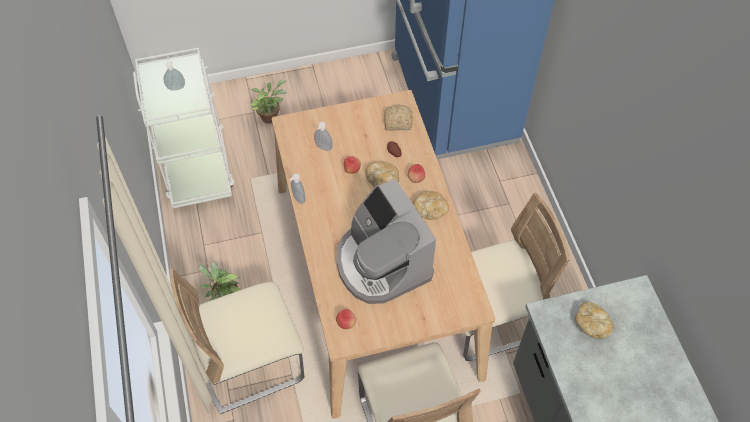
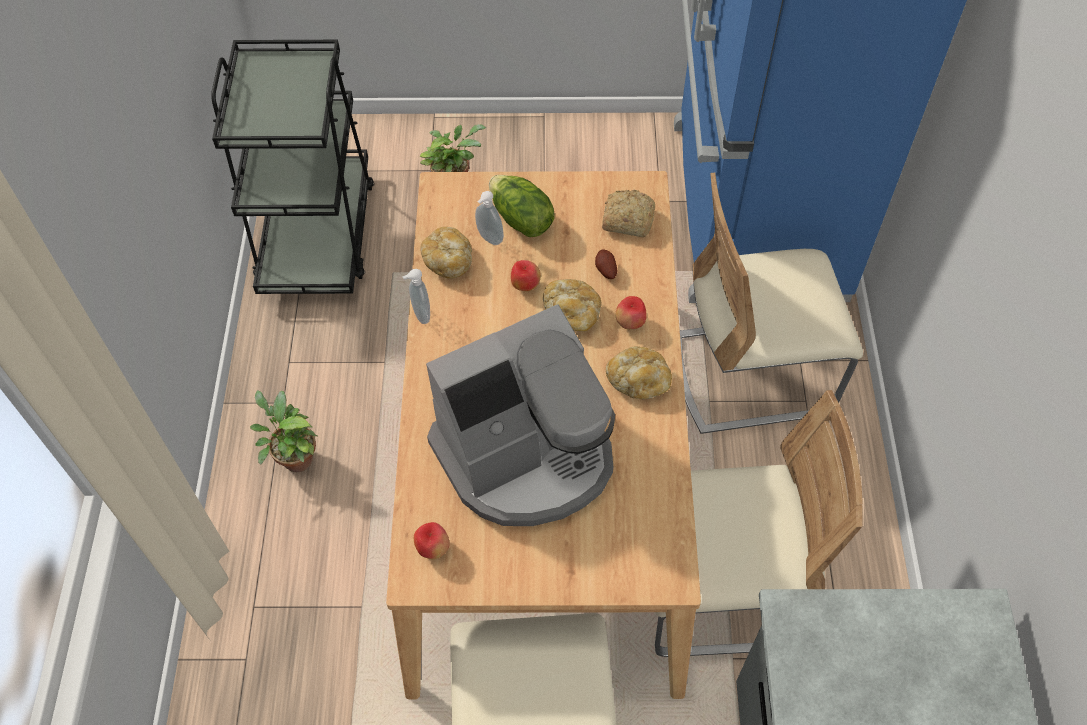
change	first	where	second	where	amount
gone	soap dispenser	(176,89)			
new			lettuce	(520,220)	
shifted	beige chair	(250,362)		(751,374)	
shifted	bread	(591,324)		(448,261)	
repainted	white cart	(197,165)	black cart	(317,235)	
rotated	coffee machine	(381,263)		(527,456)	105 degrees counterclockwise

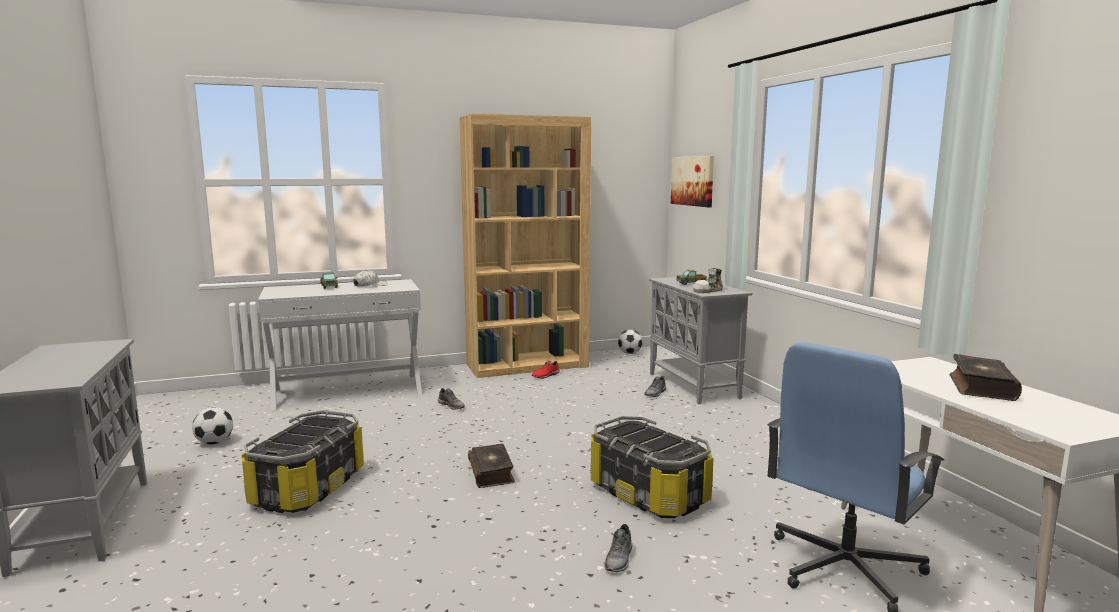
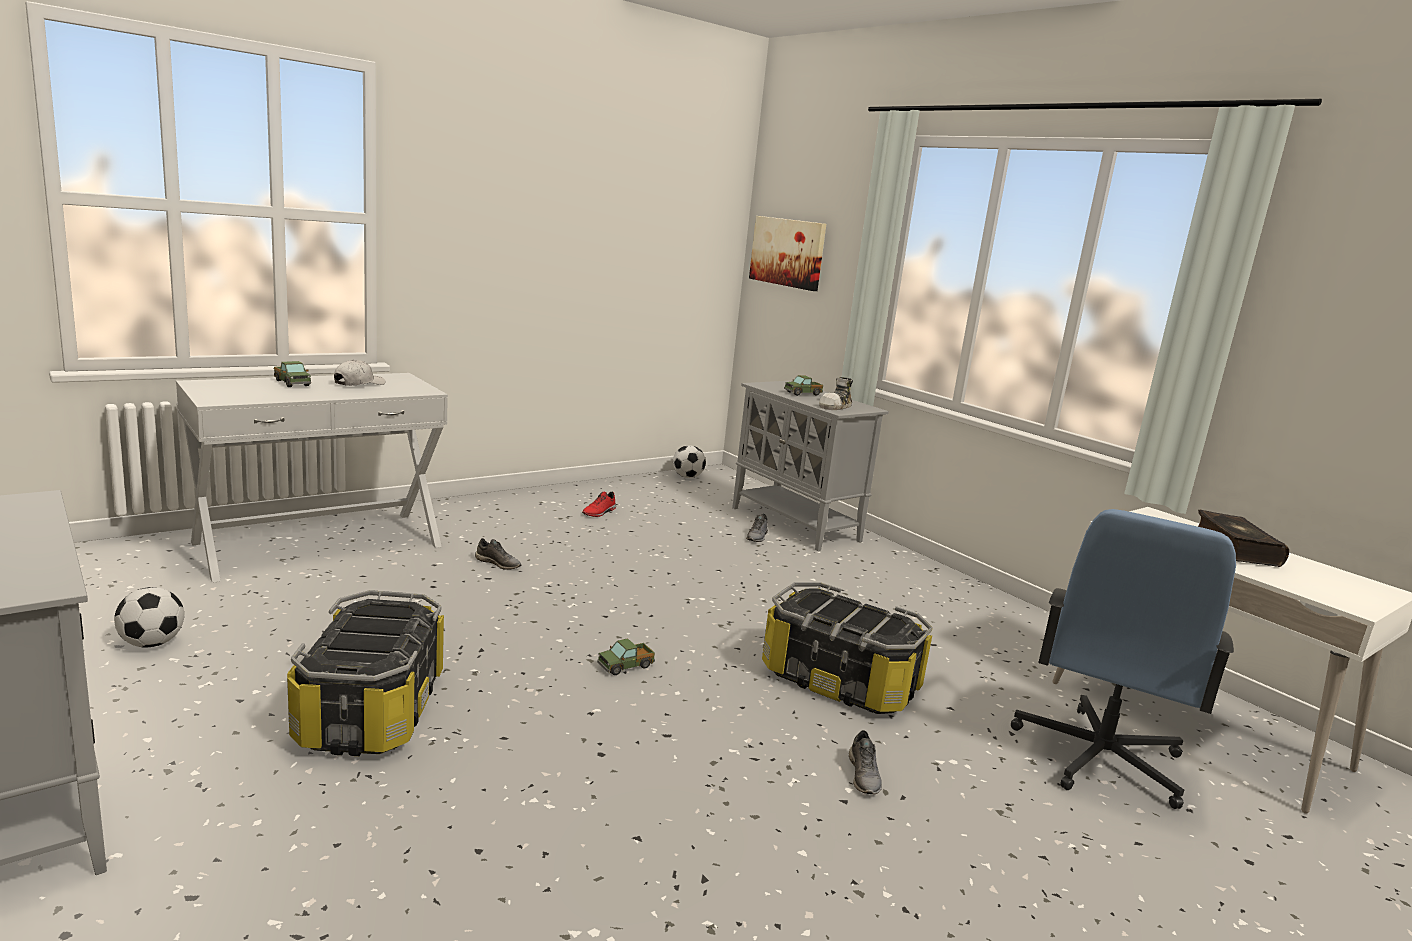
change	first	where	second	where	amount
gone	brown bookcase	(527,365)			
swapped	book	(492,473)	toy truck	(625,666)	

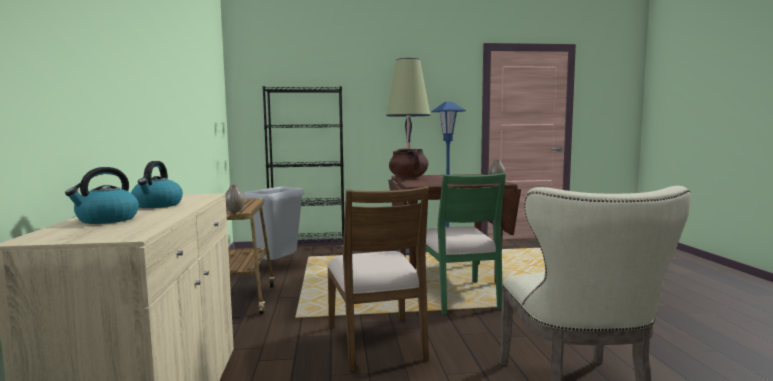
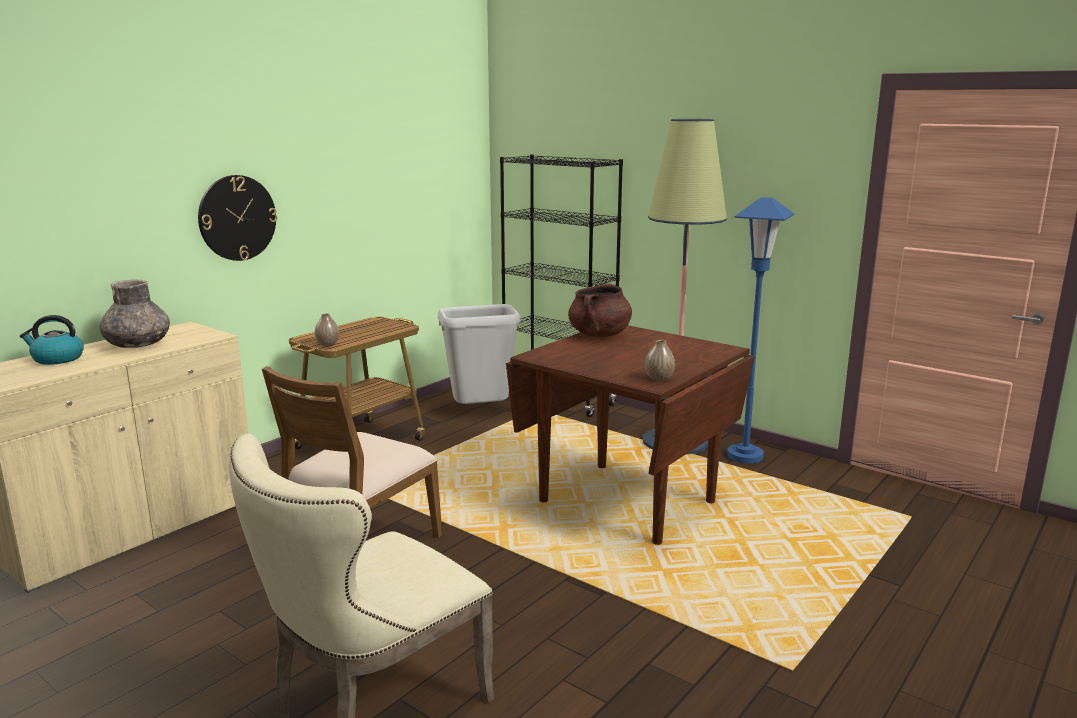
change	first	where	second	where	amount
gone	green chair	(459,297)			
new			wall clock	(237,218)	
swapped	kettle	(157,205)	grey vase	(138,345)	

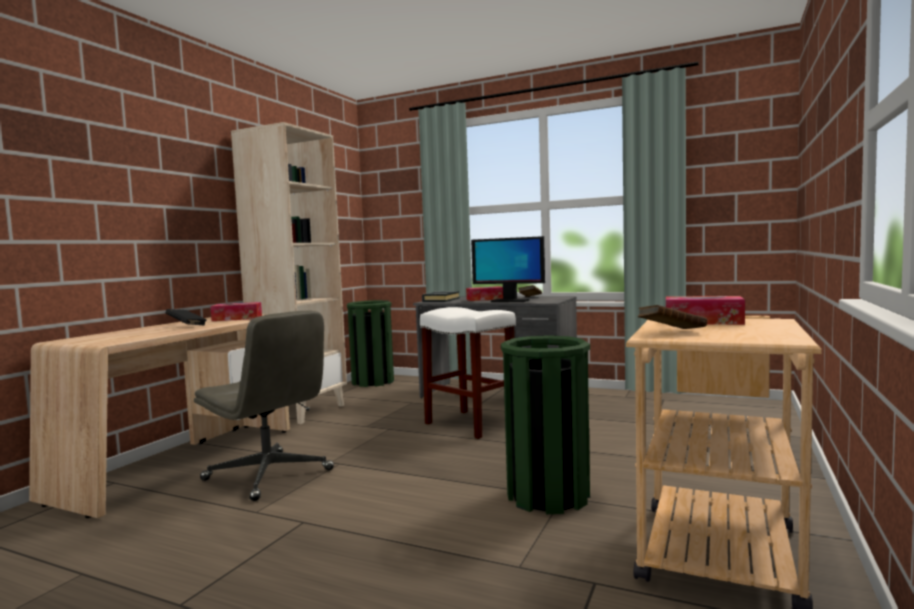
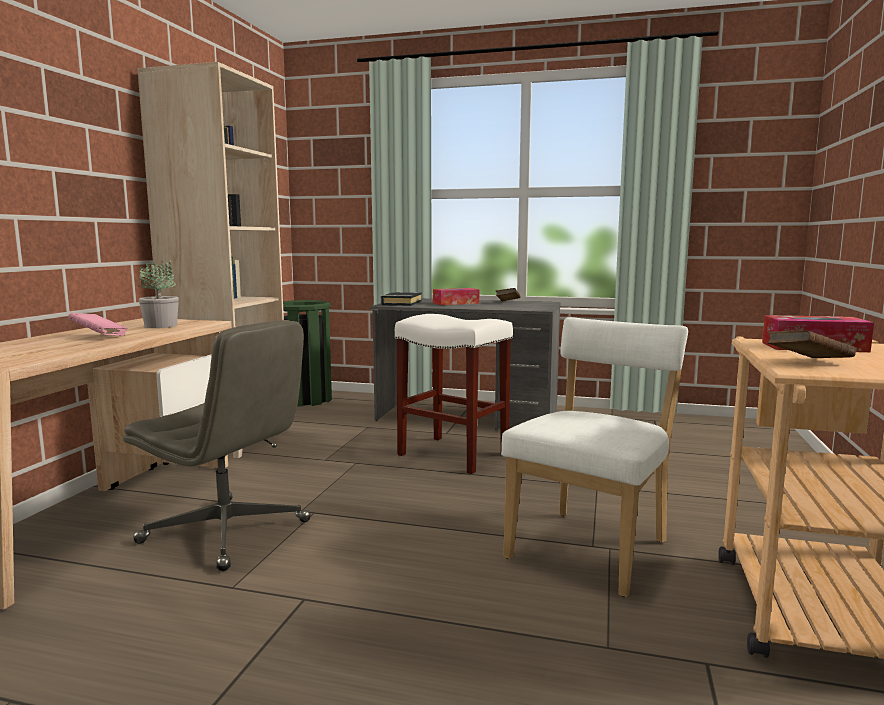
change	first	where	second	where	amount
gone	monitor	(509,301)			
swapped	tissue box	(237,318)	potted plant	(161,326)	
swapped	green trash can	(548,495)	white chair	(592,547)	
repainted	black book	(187,326)	pink book	(99,336)	

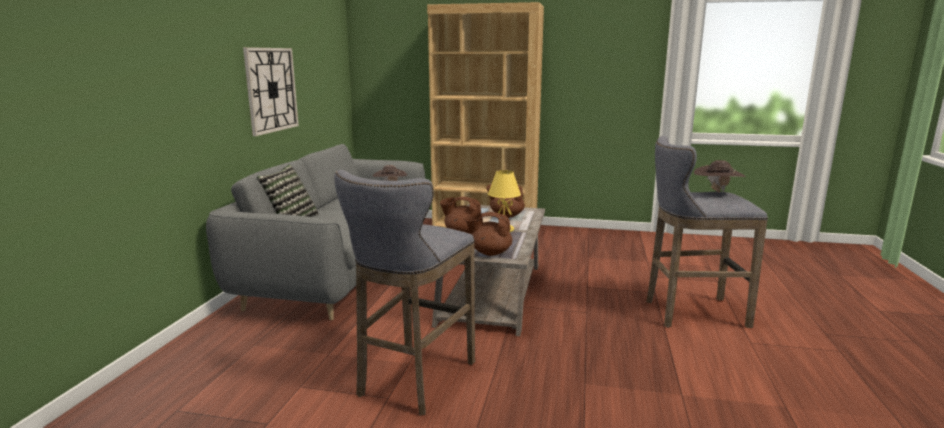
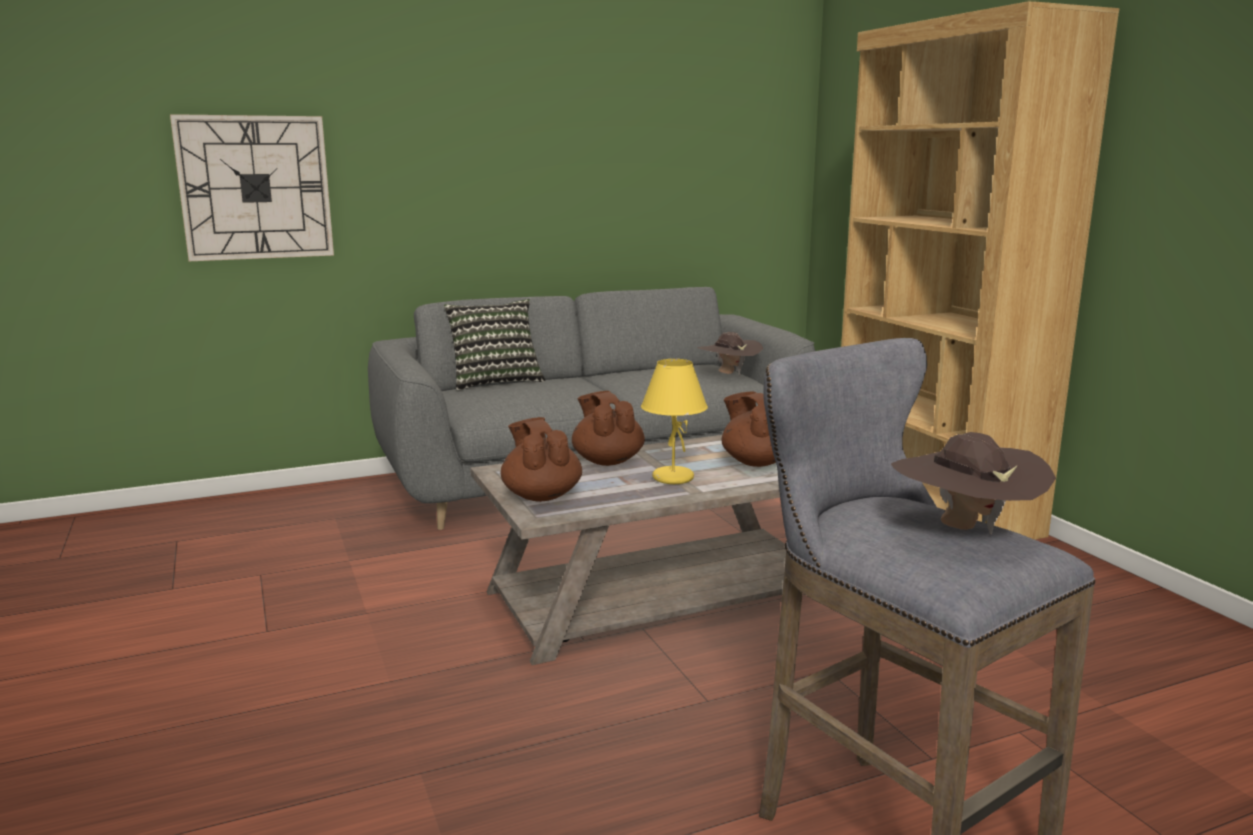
change	first	where	second	where	amount
gone	grey stool	(413,381)			
shifted	wall clock	(271,90)		(255,188)	

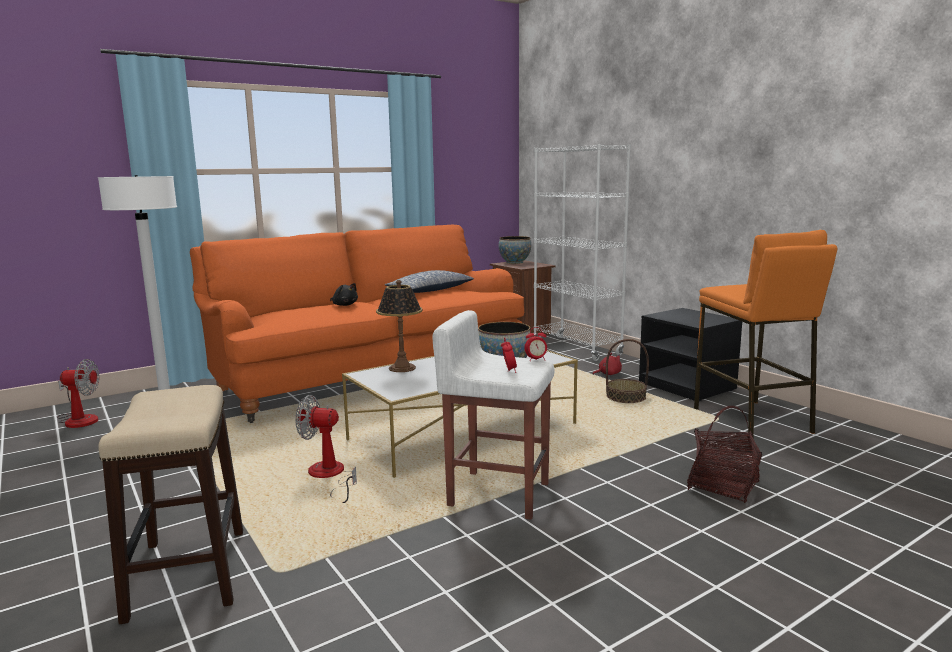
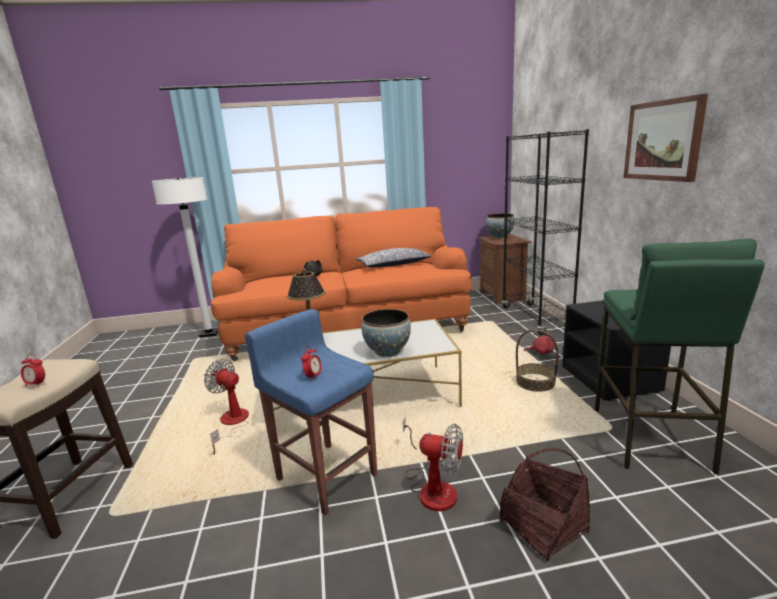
change	first	where	second	where	amount
new			picture	(663,140)	
shifted	fan	(79,419)		(432,487)	
shifted	alarm clock	(536,360)		(37,384)	
repainted	white stool	(497,494)	blue stool	(326,476)	
repainted	white bookcase	(576,348)	black bookcase	(535,319)	
repainted	orange stool	(751,420)	green stool	(650,438)	

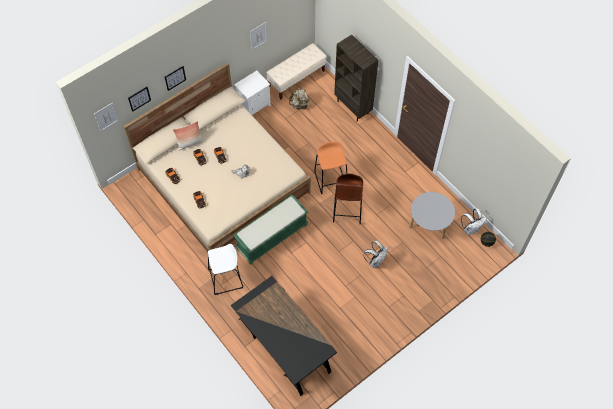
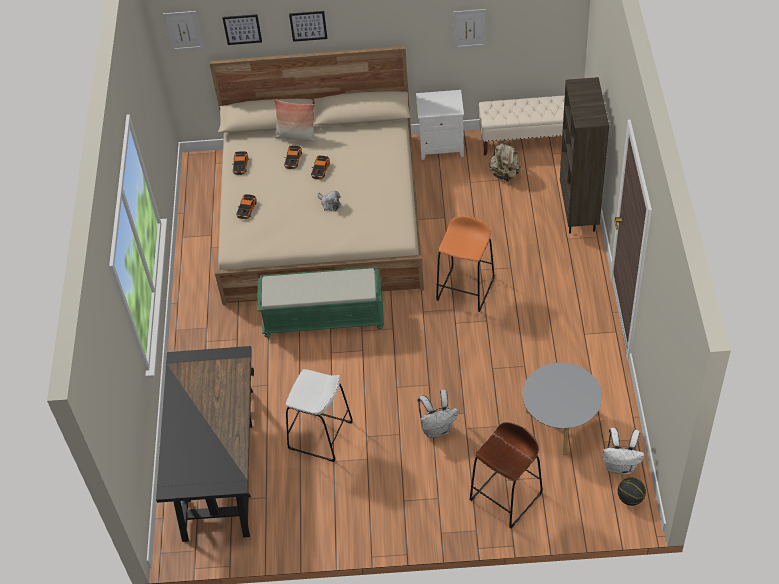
change	first	where	second	where	amount
shifted	white stool	(226,278)		(320,435)	
shifted	brown stool	(347,211)		(506,496)	

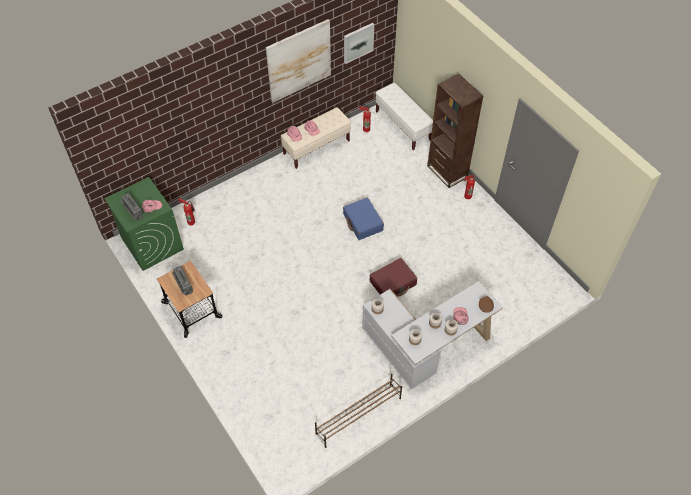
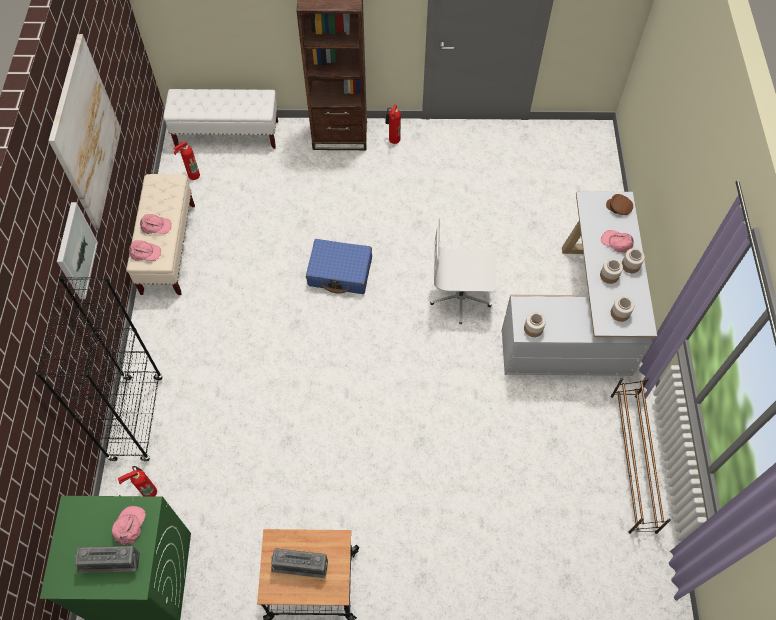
change	first	where	second	where	amount
new			black bookcase	(137,418)	
shifted	picture	(358,42)		(75,251)	
swapped	red suitcase	(393,283)	white office chair	(461,297)	

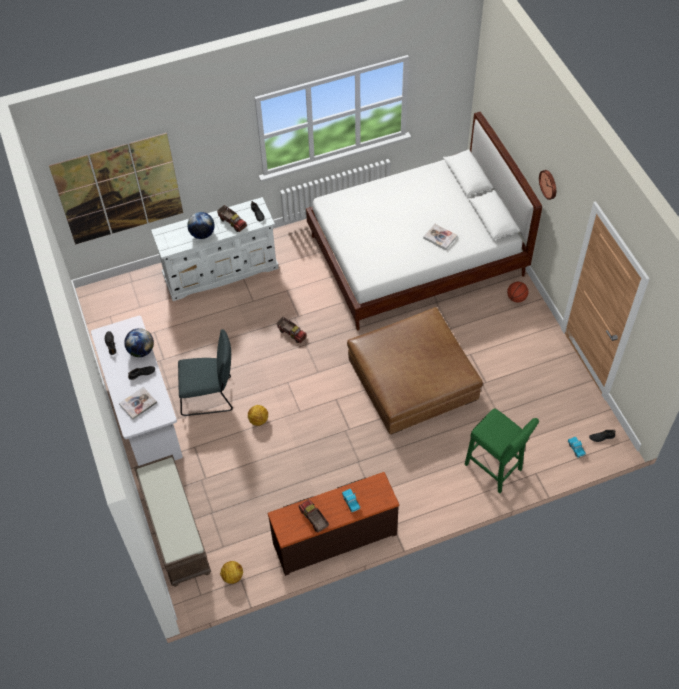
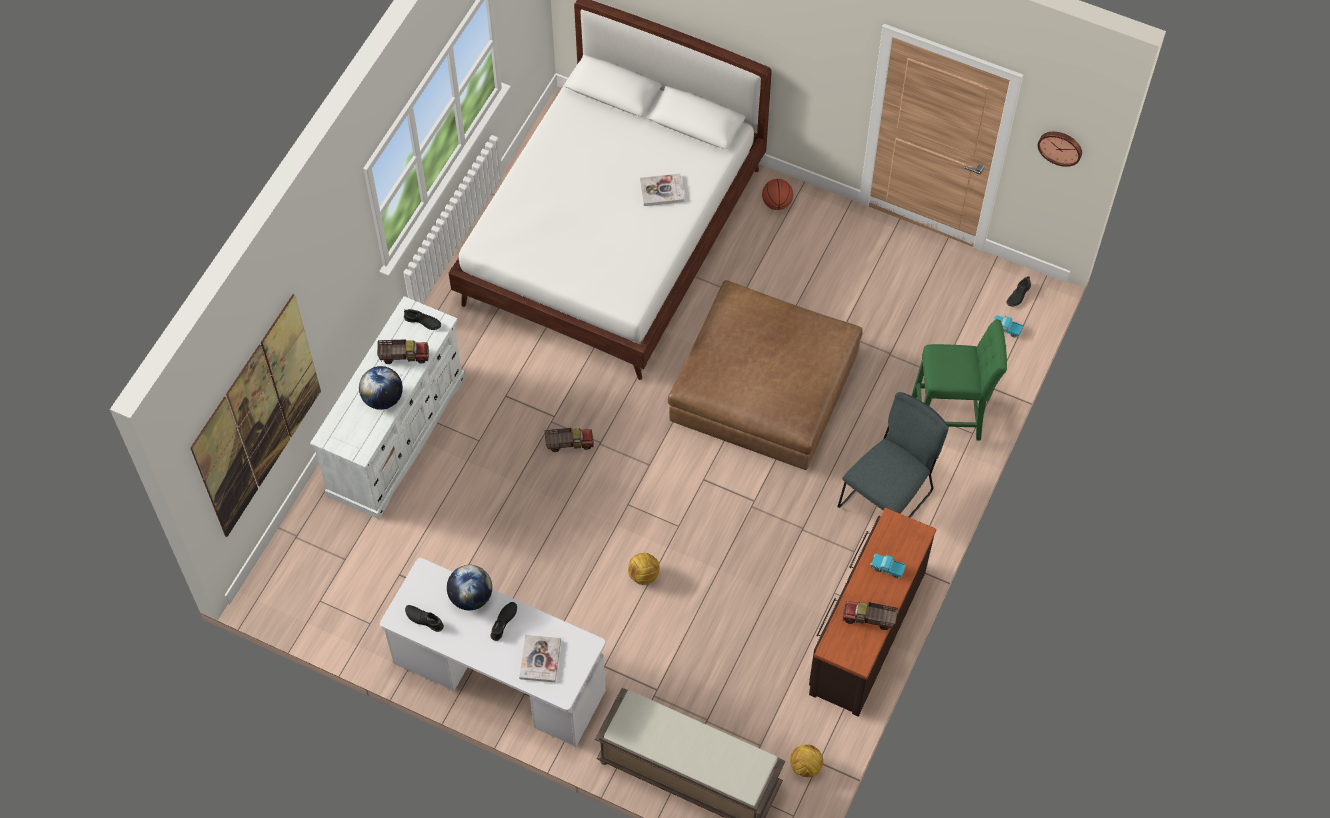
change	first	where	second	where	amount
shifted	grey chair	(209,396)		(888,497)	
shifted	wall clock	(549,184)		(1060,147)	

